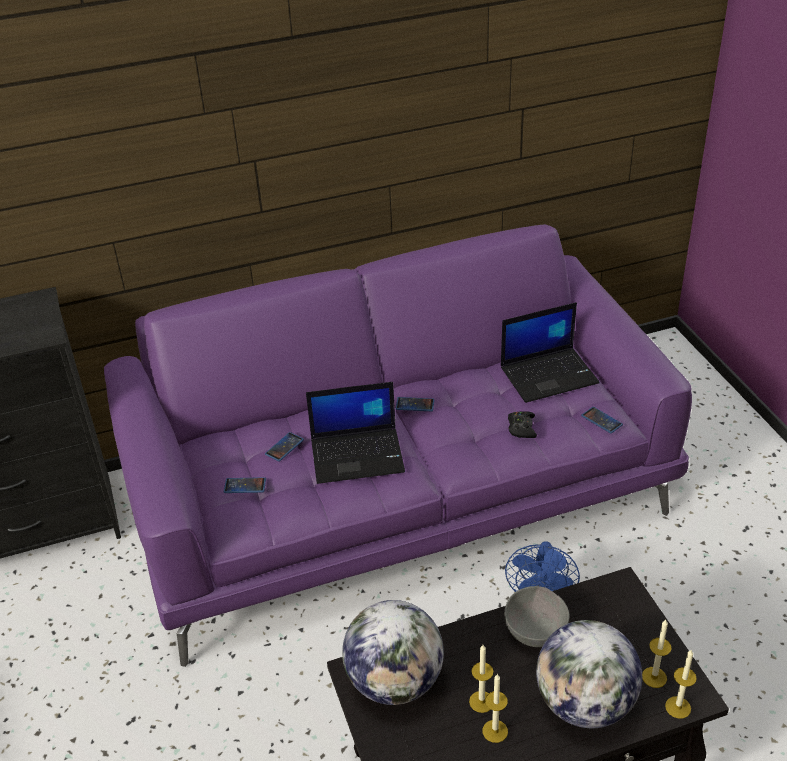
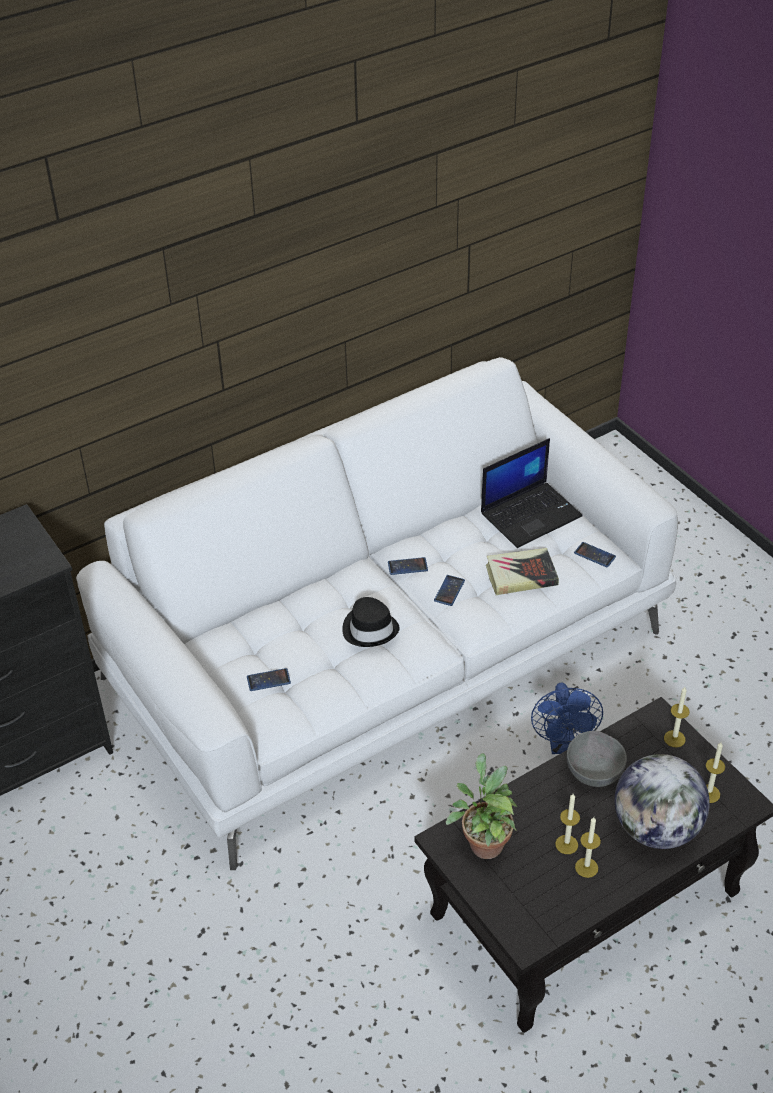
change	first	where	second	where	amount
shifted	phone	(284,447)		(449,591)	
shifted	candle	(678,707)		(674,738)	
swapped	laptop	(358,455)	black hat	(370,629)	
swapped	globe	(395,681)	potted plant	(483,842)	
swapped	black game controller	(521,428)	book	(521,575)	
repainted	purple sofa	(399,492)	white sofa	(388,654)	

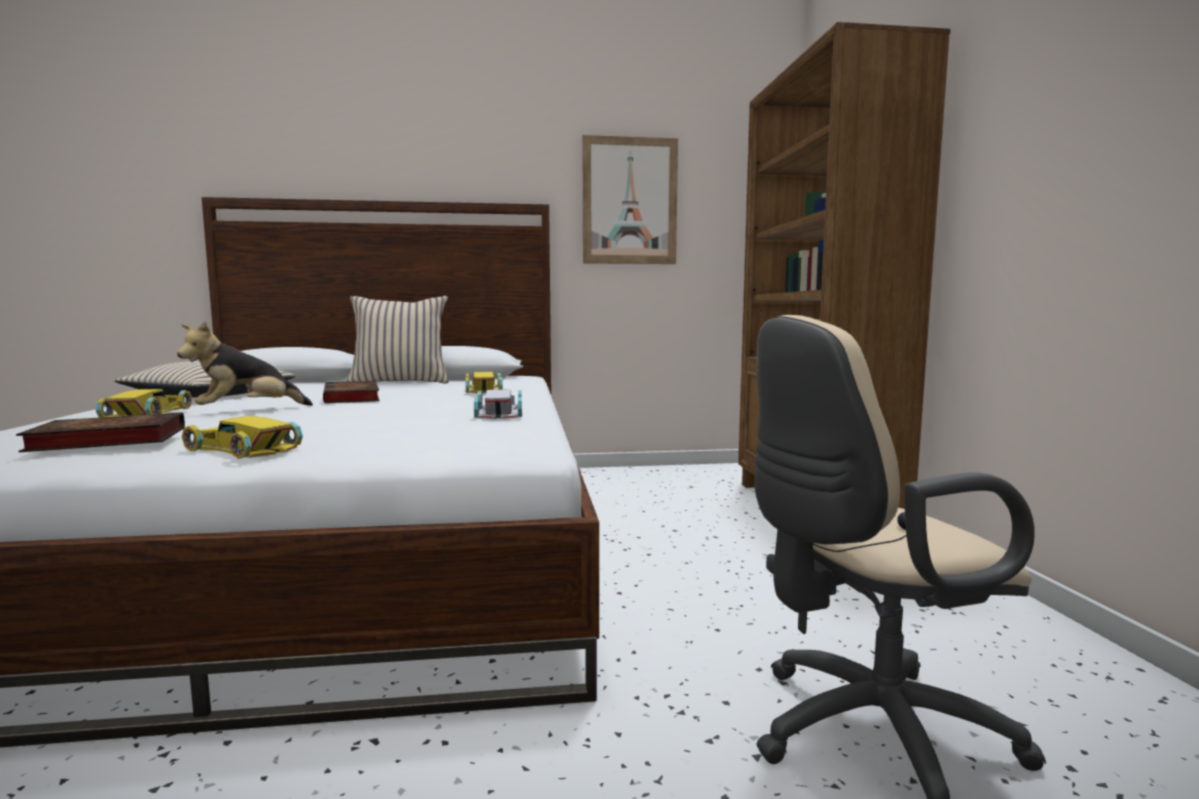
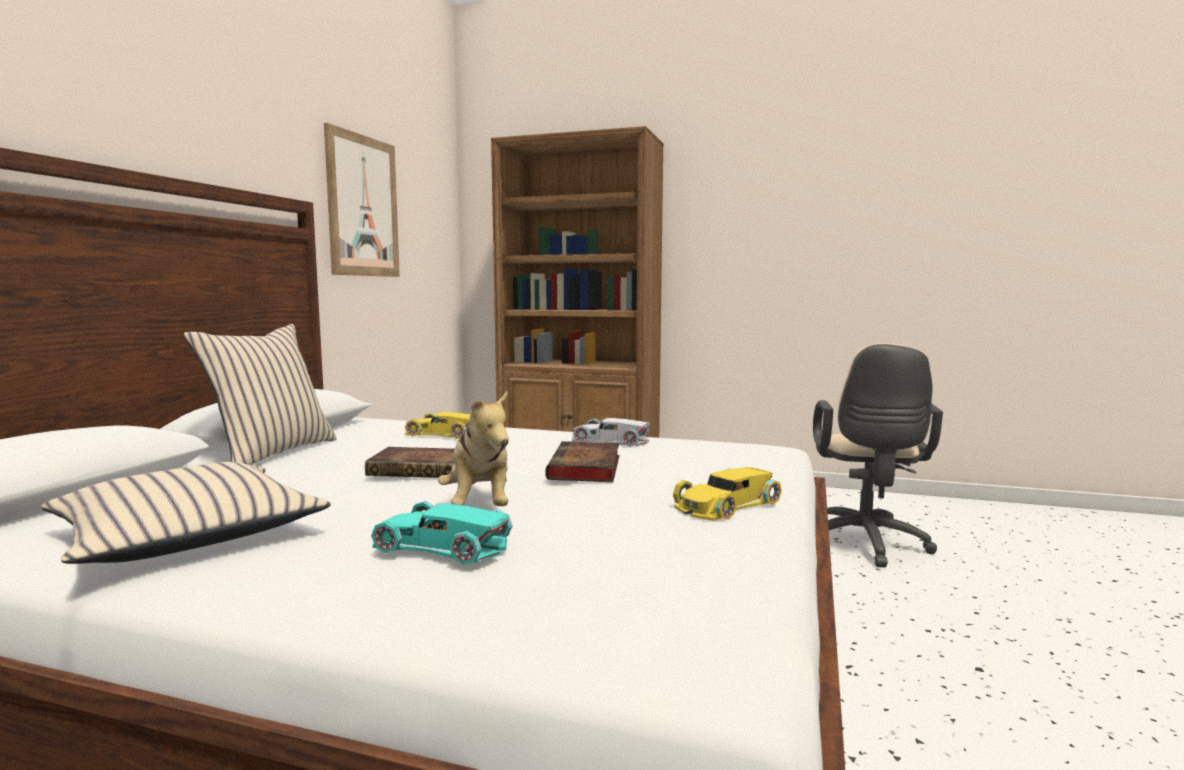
change	first	where	second	where	amount
shifted	book	(104,441)		(585,469)	
repainted	yellow toy car	(149,413)	turquoise toy car	(443,544)	

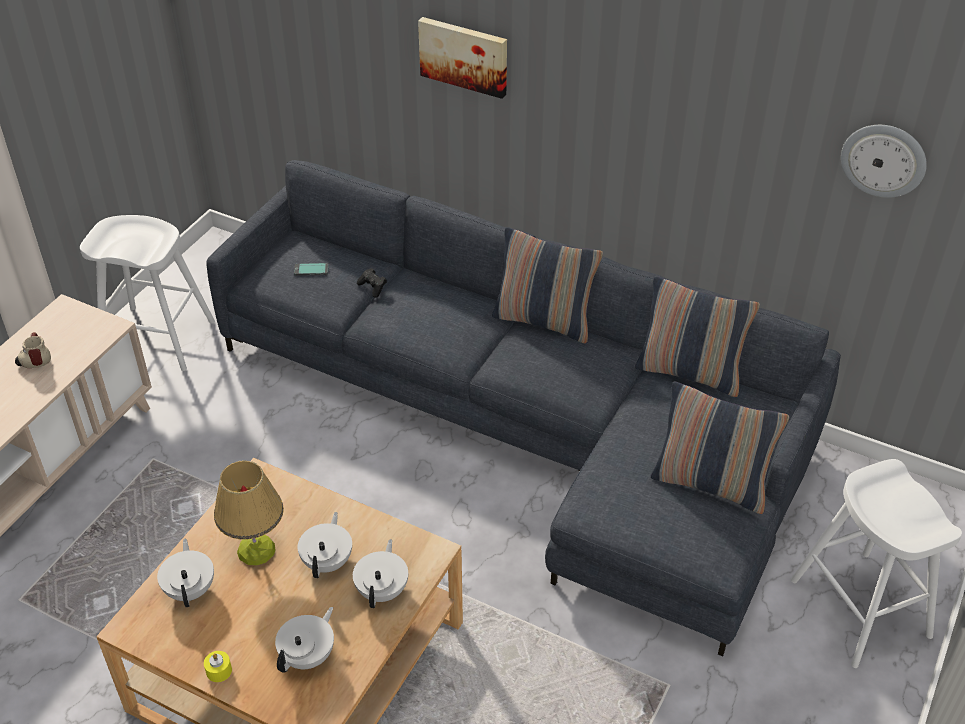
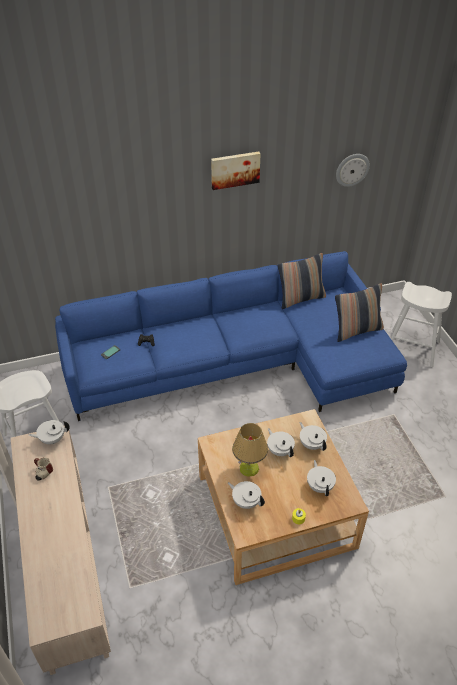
change	first	where	second	where	amount
gone	pillow	(544,321)			
new			white teapot	(52,439)	
shifted	picture	(464,55)		(235,169)	
repainted	grey sofa	(528,425)	blue sofa	(240,364)	

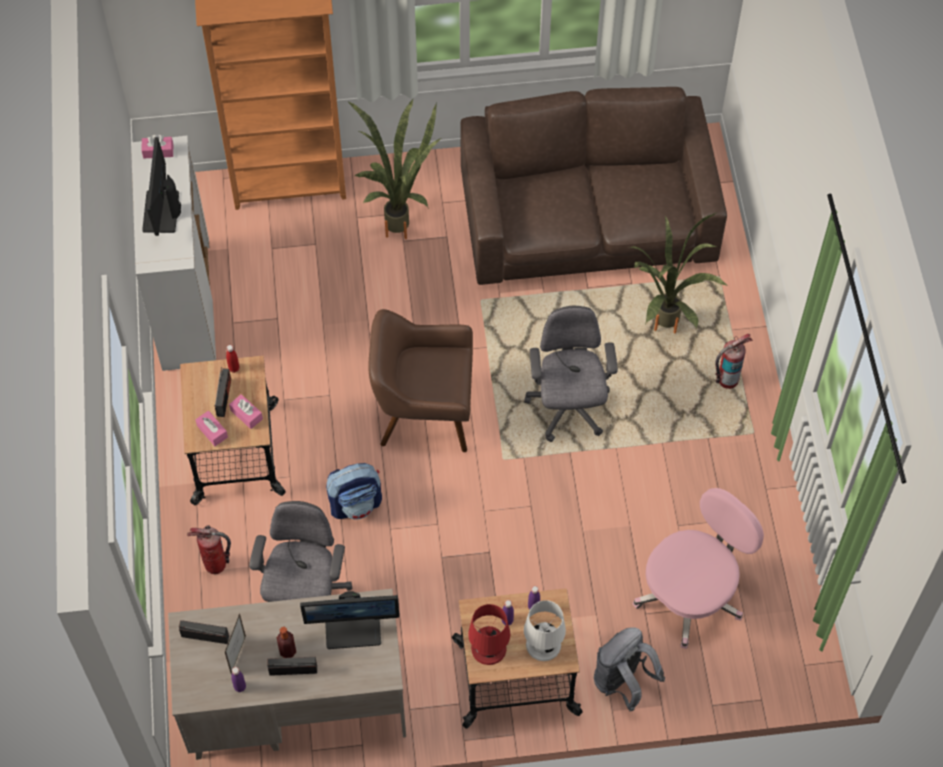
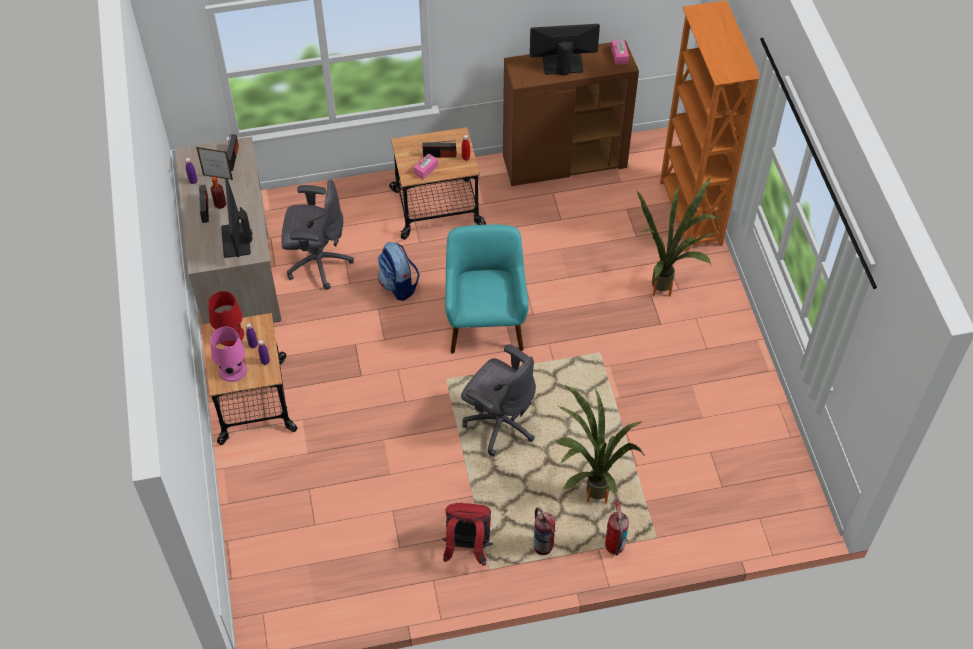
change	first	where	second	where	amount
gone	pink tissue box	(212,431)			
gone	brown sofa	(588,218)			
gone	grey backpack	(622,682)			
gone	pink office chair	(691,594)			
new			red backpack	(467,548)	
shifted	fire extinguisher	(215,565)		(614,546)	
repainted	white cabinet	(185,304)	brown cabinet	(565,163)	
repainted	brown armchair	(423,412)	turquoise armchair	(485,322)	
repainted	white table lamp	(543,645)	pink table lamp	(232,370)	
rotated	grey office chair	(568,408)		(499,423)	45 degrees clockwise

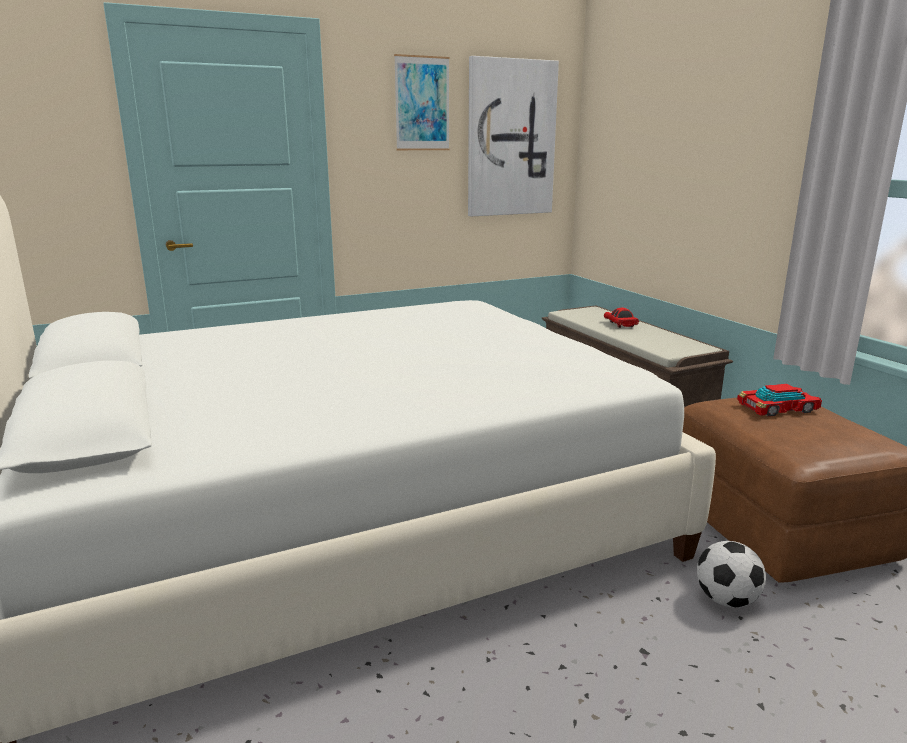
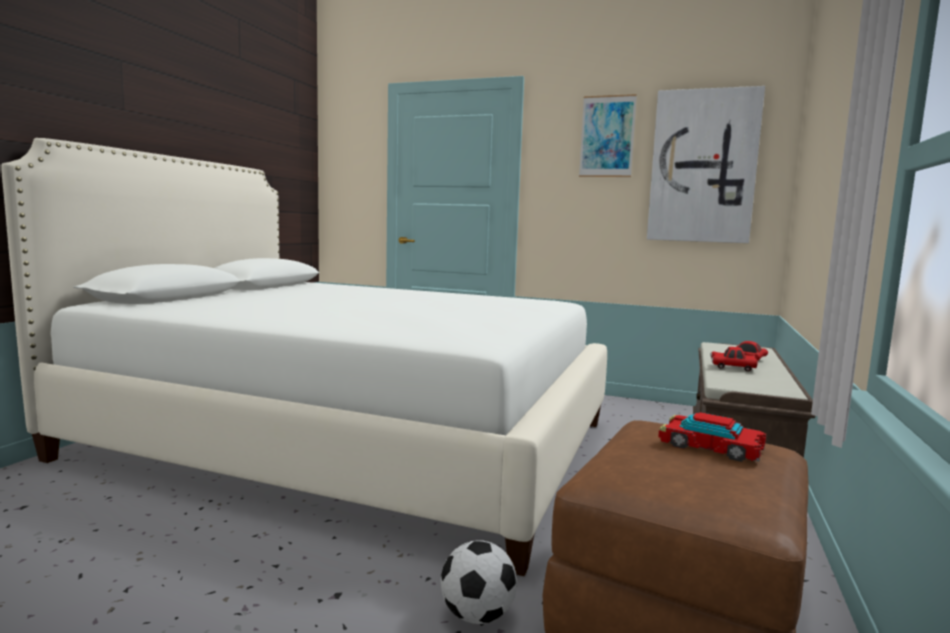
change	first	where	second	where	amount
new			red toy car	(732,368)	

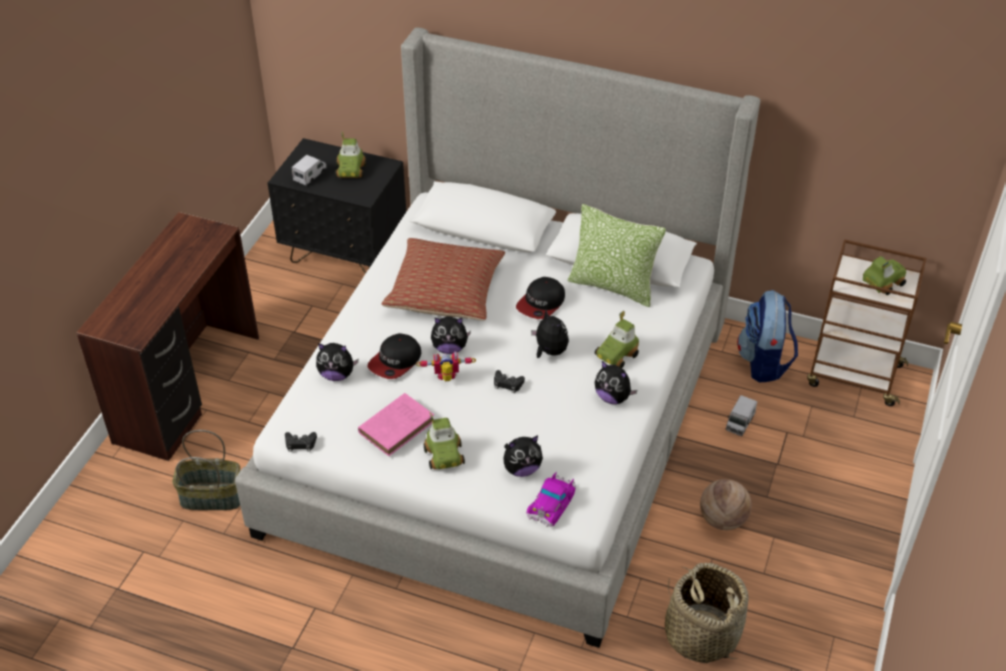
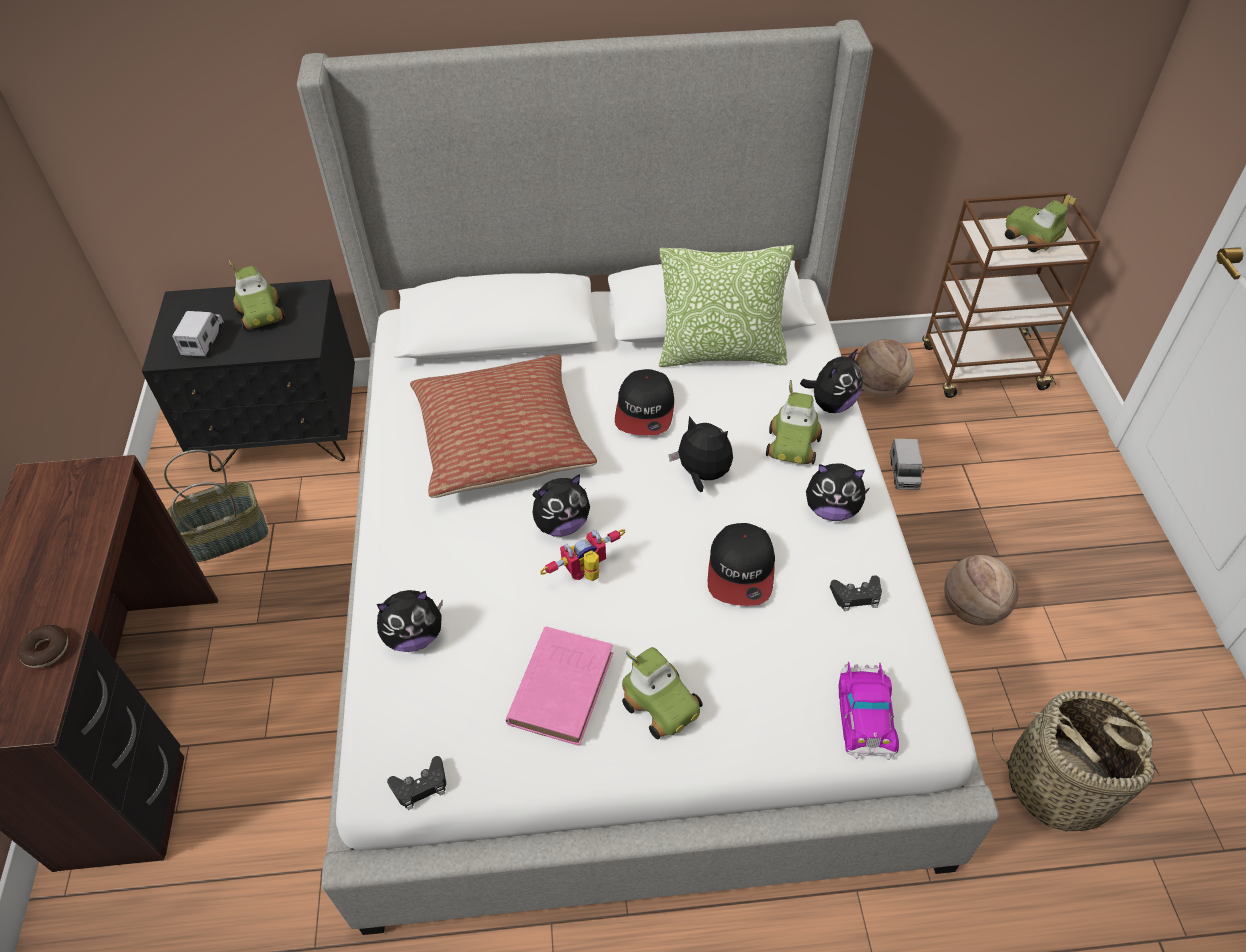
change	first	where	second	where	amount
new			donut	(46,650)	
shifted	basket	(212,496)		(227,535)	
shifted	cap	(395,361)		(741,570)	
shifted	black game controller	(507,384)		(856,596)	
shifted	plush toy	(522,469)		(831,404)	
swapped	backpack	(764,362)	basketball	(879,389)	
rotated	toy car	(882,282)		(1031,238)	75 degrees counterclockwise

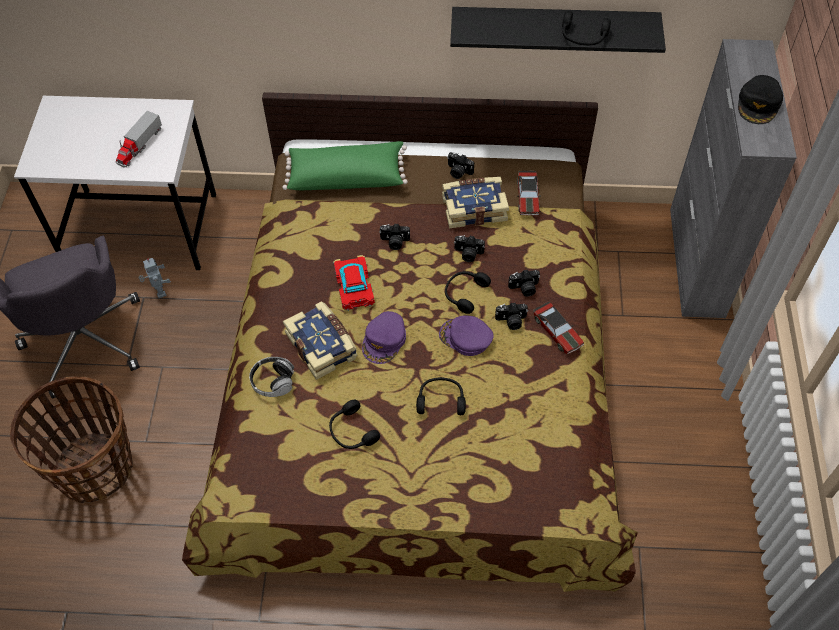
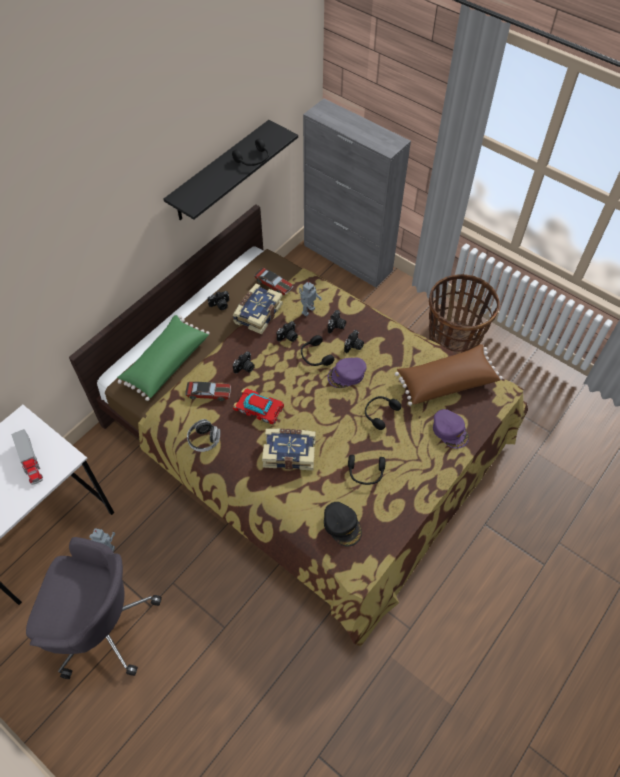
change	first	where	second	where	amount
new			toy robot	(307,310)	
new			brown pillow	(446,381)	
shifted	basket	(95,468)		(452,342)	
shifted	headphones	(273,382)		(204,440)	
shifted	purple cap	(384,340)		(450,430)	
shifted	toy car	(557,331)		(209,393)	
shifted	black cap	(759,104)		(342,525)	

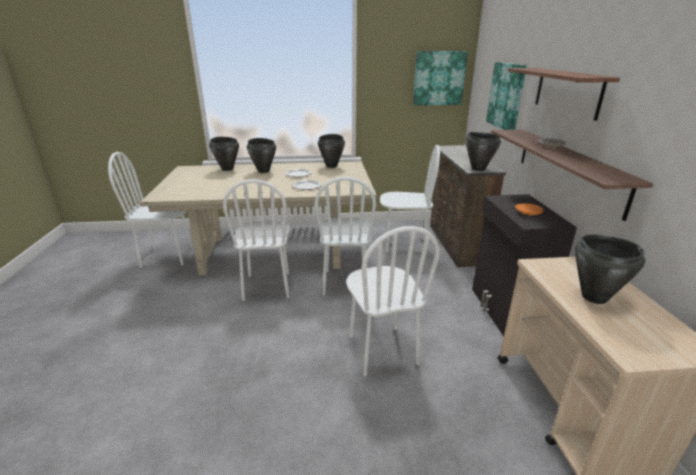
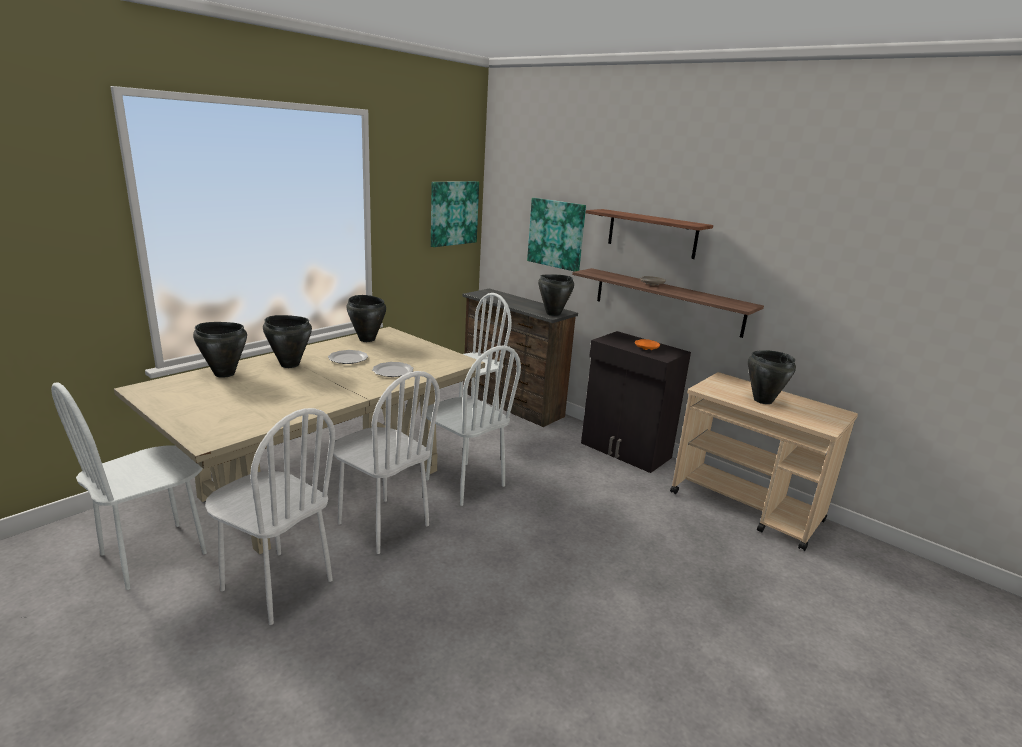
change	first	where	second	where	amount
shifted	white chair	(382,350)		(276,585)	

